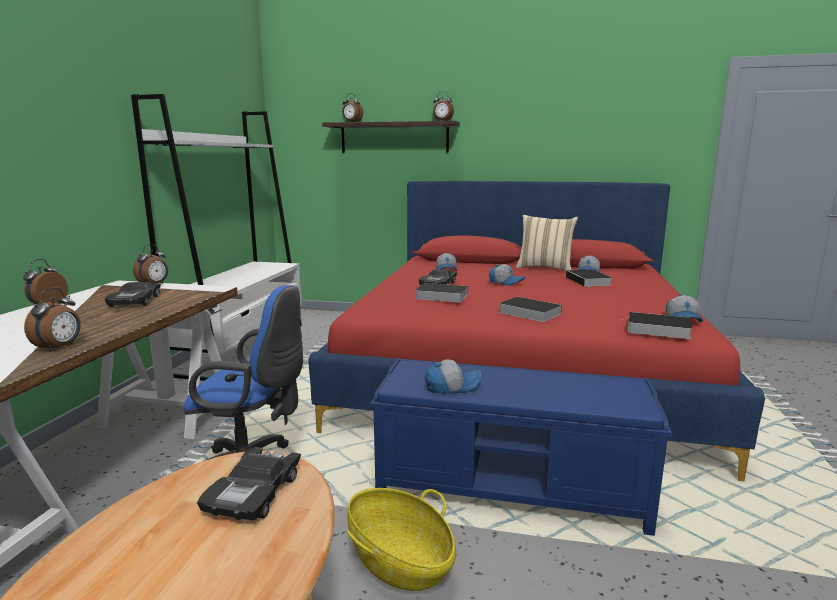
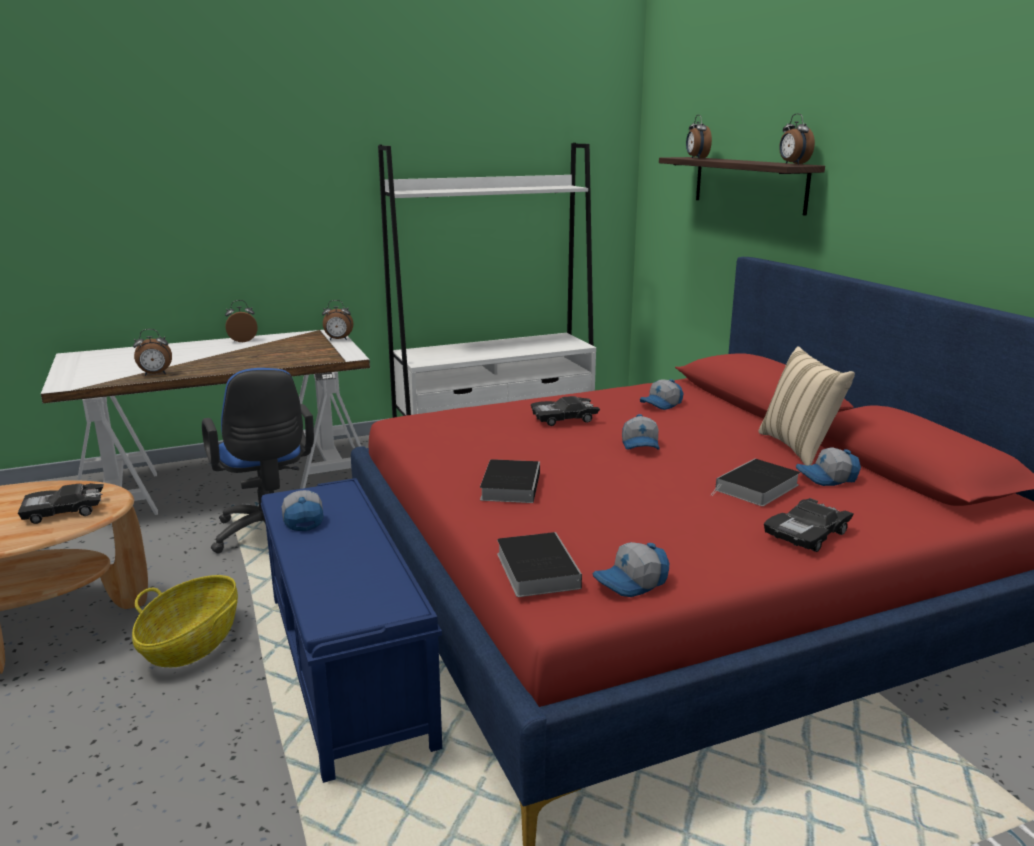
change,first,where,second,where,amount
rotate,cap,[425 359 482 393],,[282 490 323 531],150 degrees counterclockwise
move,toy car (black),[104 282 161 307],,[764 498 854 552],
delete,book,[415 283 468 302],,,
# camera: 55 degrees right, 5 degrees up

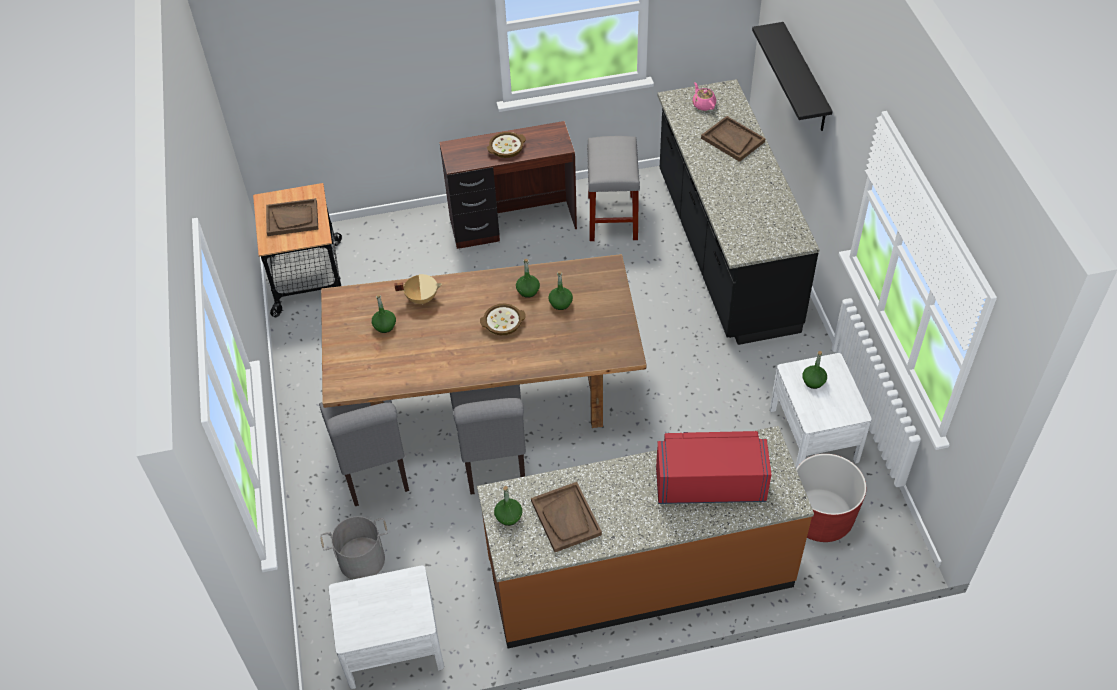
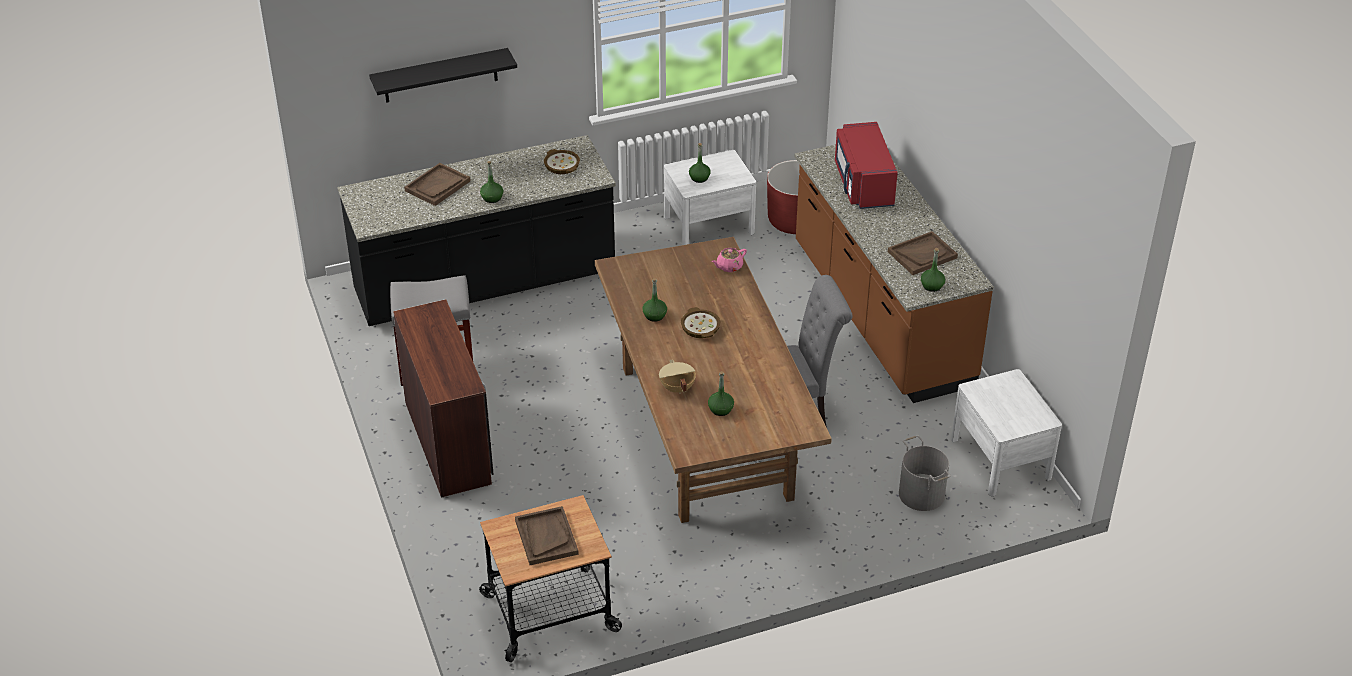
change,first,where,second,where,amount
move,bottle (green),[548 271 573 310],,[480 161 503 203],
move,bowl,[487 132 526 158],,[544 149 580 174],
move,teapot (pink),[692 82 716 111],,[711 248 747 272],
delete,chair (grey),[319 400 409 506],,,
# camera: 100 degrees left, 10 degrees down

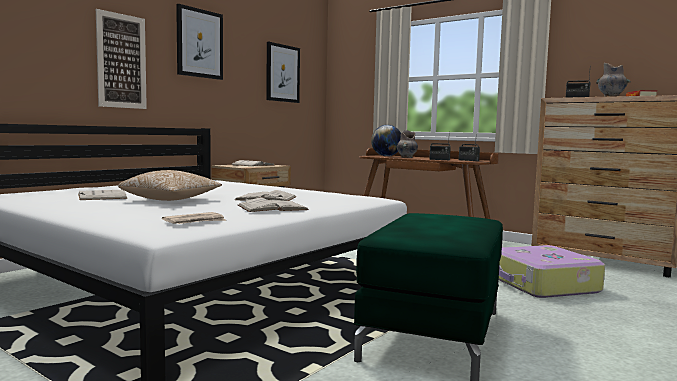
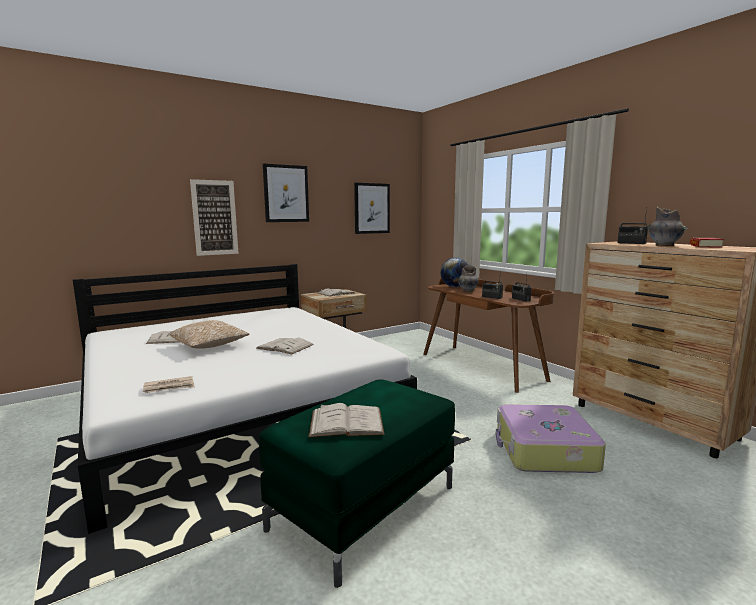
change,first,where,second,where,amount
move,book (white),[238 198 309 212],,[309 403 384 437],
# camera: 20 degrees right, 5 degrees up

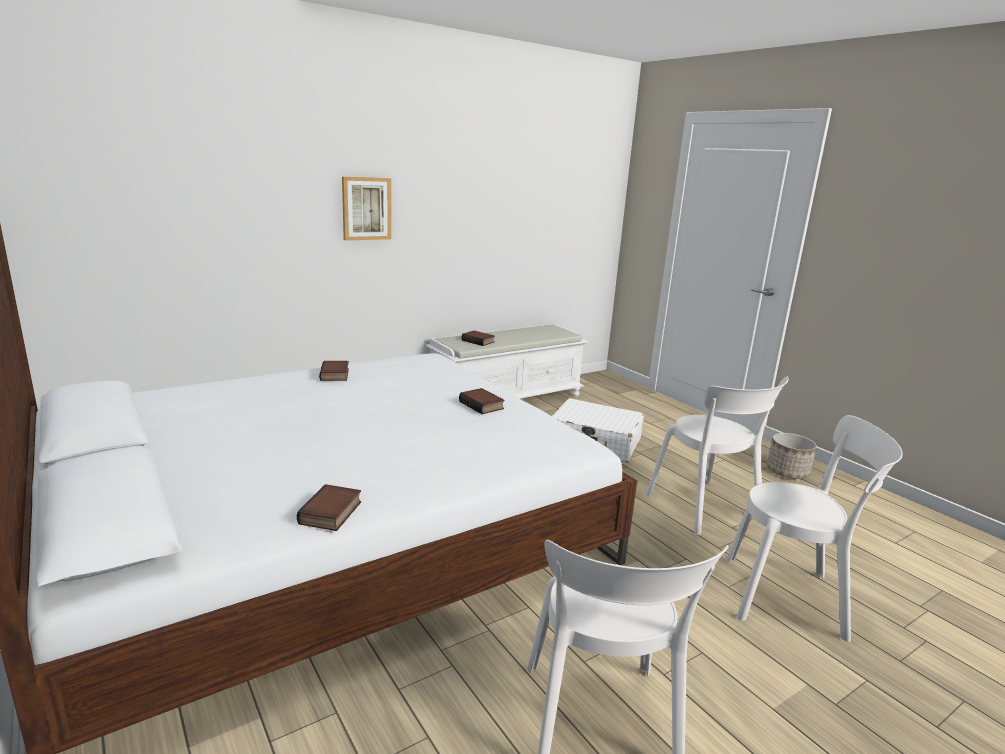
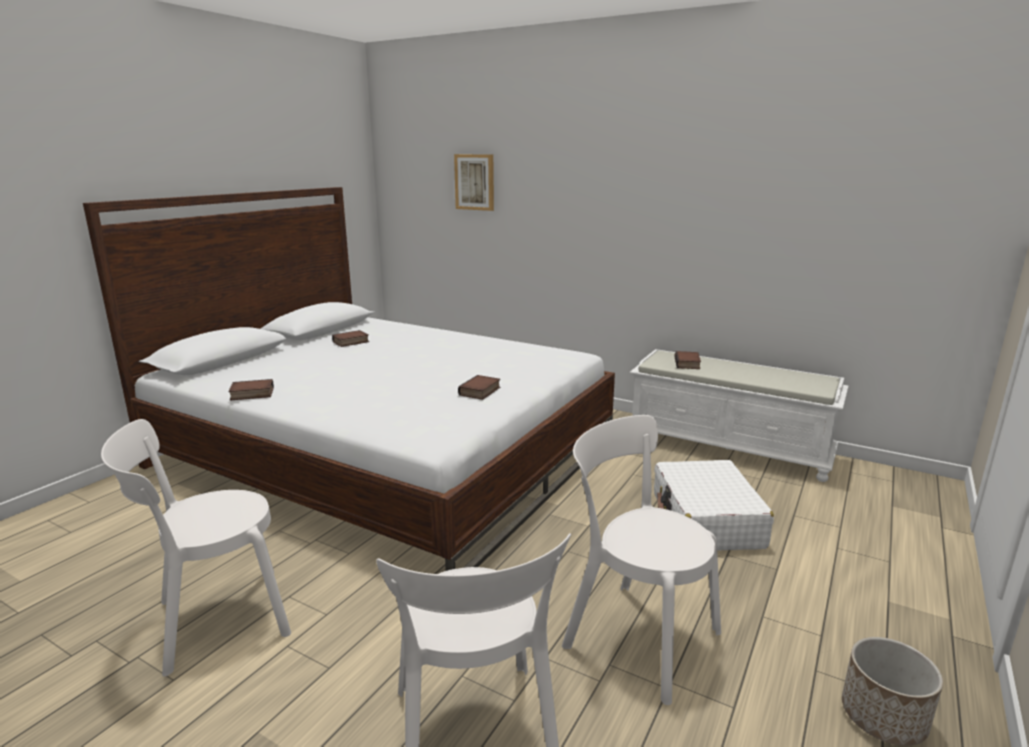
change,first,where,second,where,amount
move,book,[319 361 349 381],,[332 330 369 347],
move,picture,[342 177 391 240],,[454 154 494 211],
rotate,chair (white),[646 376 789 535],,[562 415 721 705],90 degrees clockwise
# camera: 65 degrees right, 0 degrees up

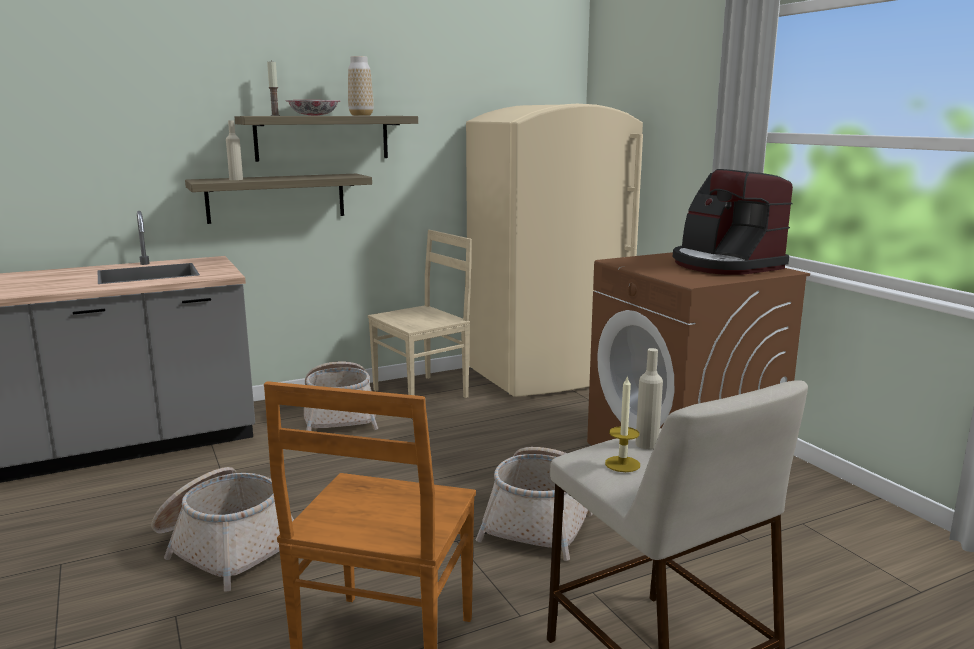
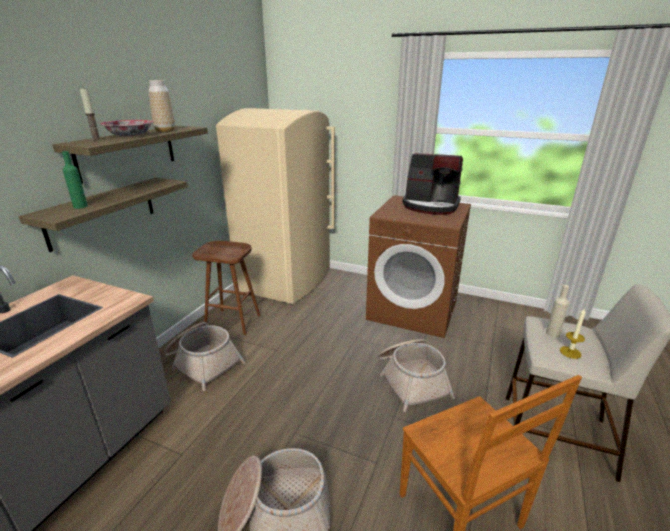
change,first,where,second,where,amount
recolor,bottle (beige),[226 120 243 180],bottle (green),[62 151 88 209],
replace,chair (beige),[368 230 472 398],stool (brown),[192 241 260 335],
# camera: 40 degrees left, 10 degrees up

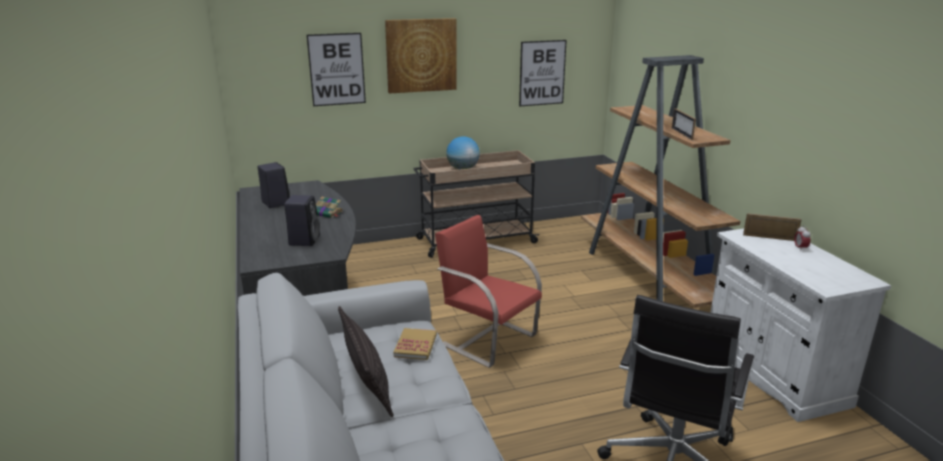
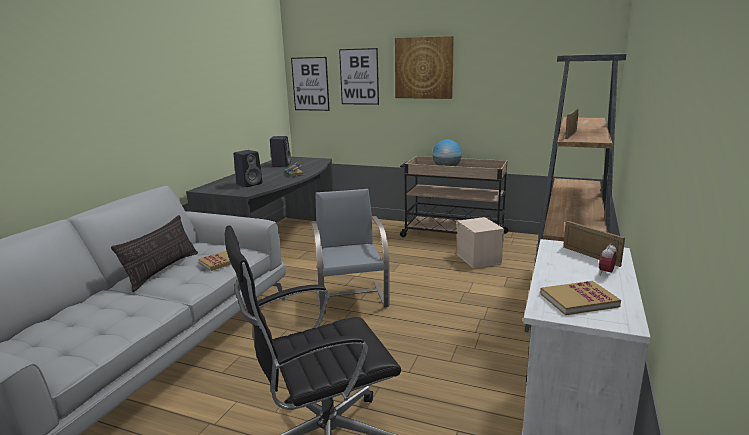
change,first,where,second,where,amount
move,picture,[519 40 567 106],,[291 57 330 111],
recolor,chair (red),[435 215 542 368],chair (grey),[311 189 390 314],
insert,,,storage box (beige),[456 217 504 269],
insert,,,book,[540 281 621 315],
# camera: 40 degrees right, 5 degrees down

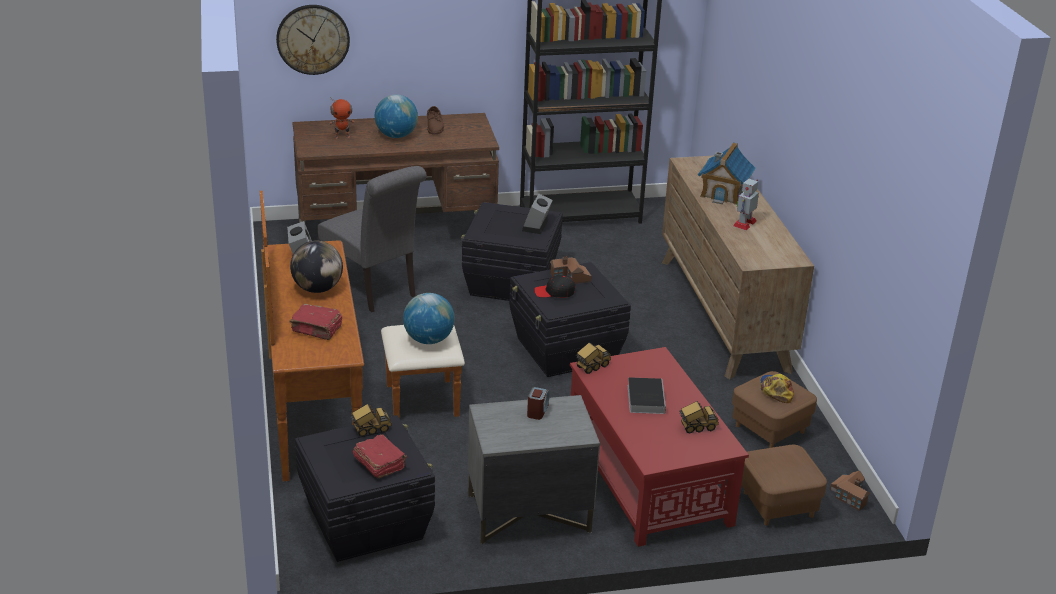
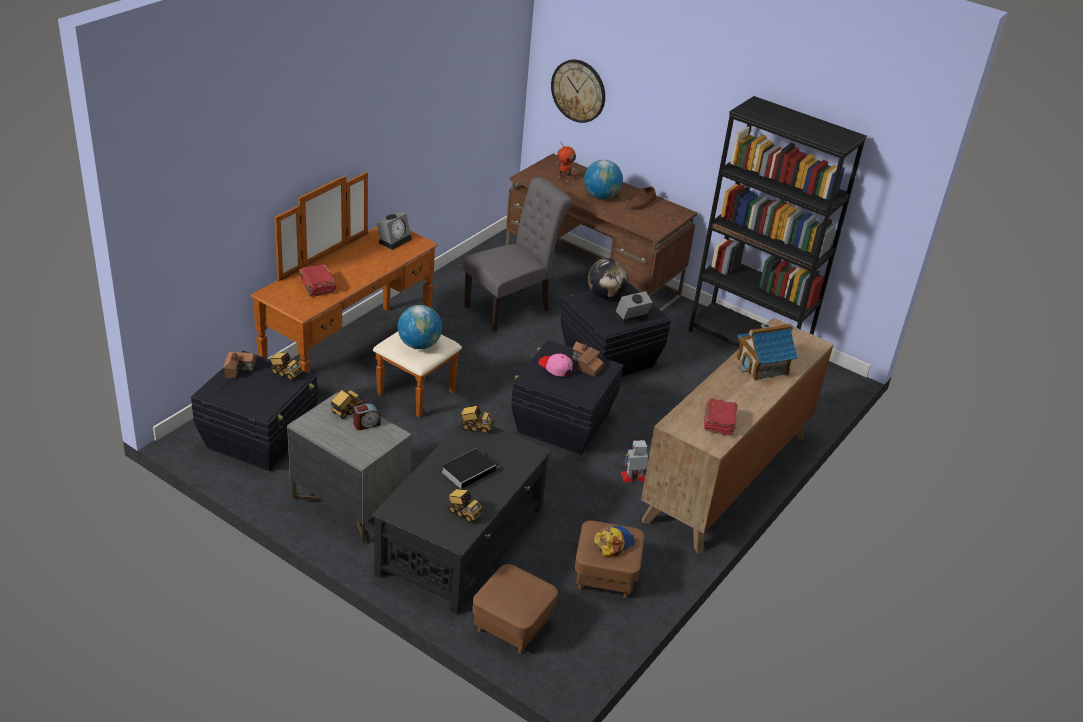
change,first,where,second,where,amount
move,toy house,[830 471 870 511],,[223 352 256 379],
insert,,,toy truck,[330 390 363 419],
recolor,coffee table (red),[570 347 749 547],coffee table (black),[371 421 551 614],
rotate,chair (grey),[318 166 427 312],,[463 177 572 332],135 degrees counterclockwise
recolor,cap (black),[534 275 575 298],cap (pink),[539 353 573 377],
move,globe,[290 240 343 293],,[588 258 628 299],
move,toy robot,[733 179 759 230],,[621 440 649 482],
move,book (red),[353 434 407 478],,[704 398 738 435],
# camera: 45 degrees right, 5 degrees up

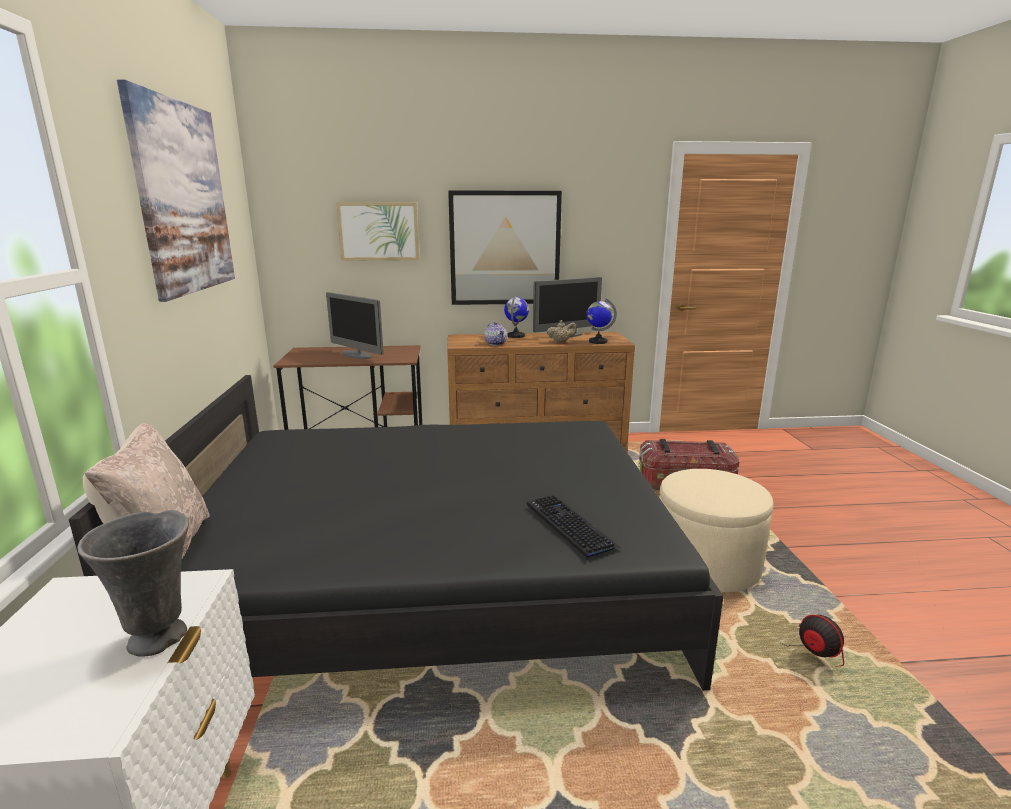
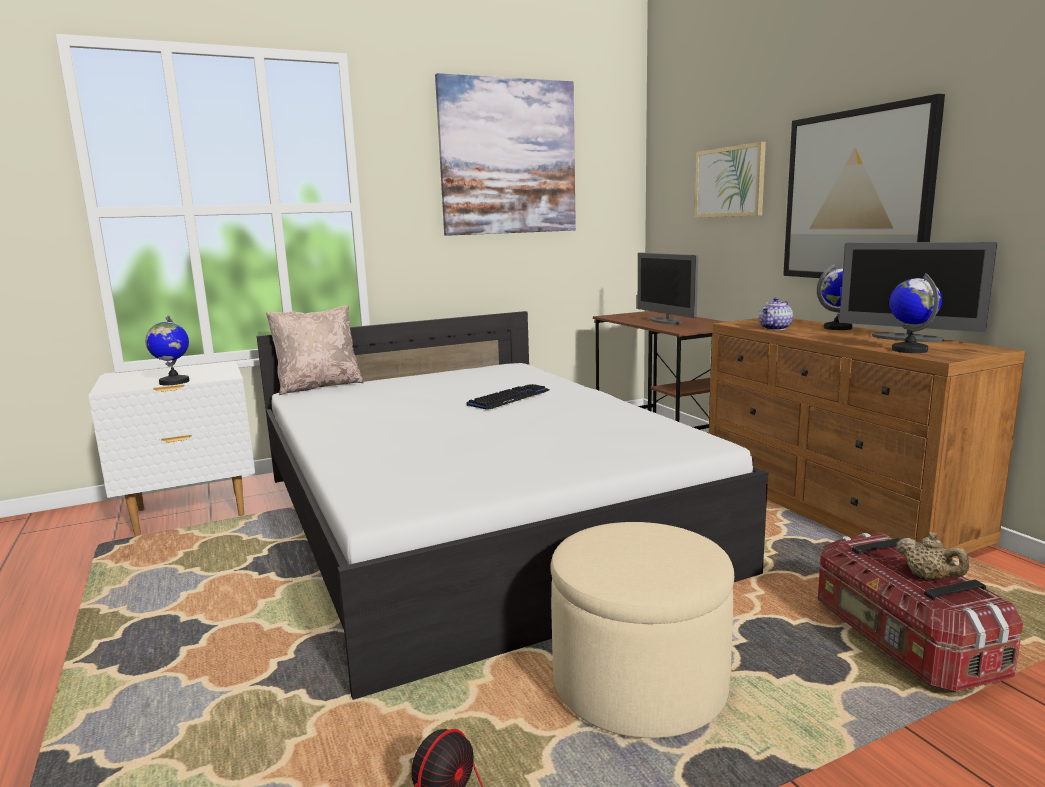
change,first,where,second,where,amount
replace,vase (grey),[77 510 189 656],globe,[145 316 189 385],
recolor,bed (black),[69 375 724 691],bed (white),[257 311 768 700],
move,keyboard,[527 495 620 559],,[466 384 549 410],
rotate,monitor,[326 292 384 359],,[637 253 698 324],45 degrees counterclockwise
move,teapot (beige),[547 320 577 342],,[896 532 969 580],
# camera: 70 degrees right, 5 degrees down

